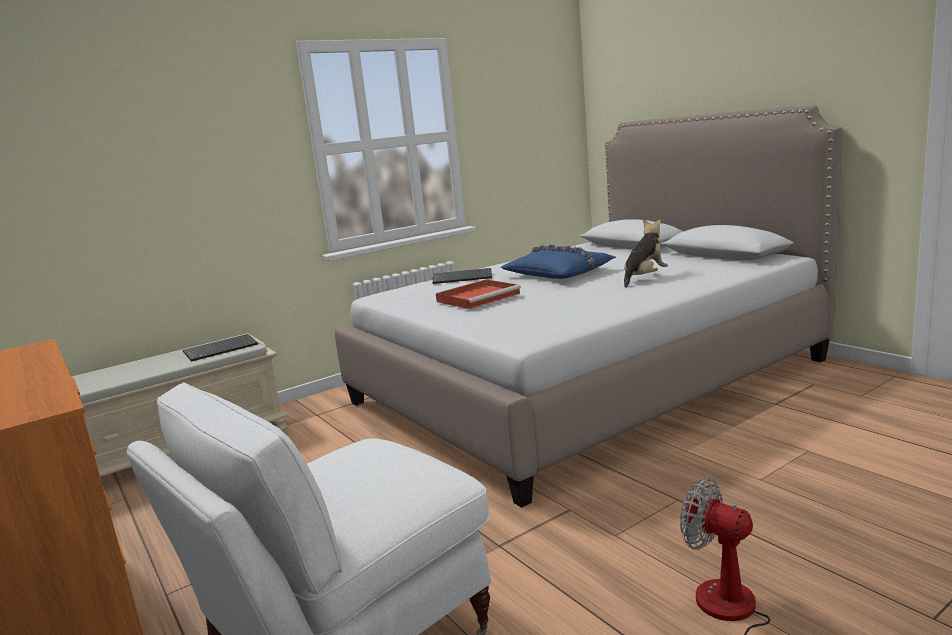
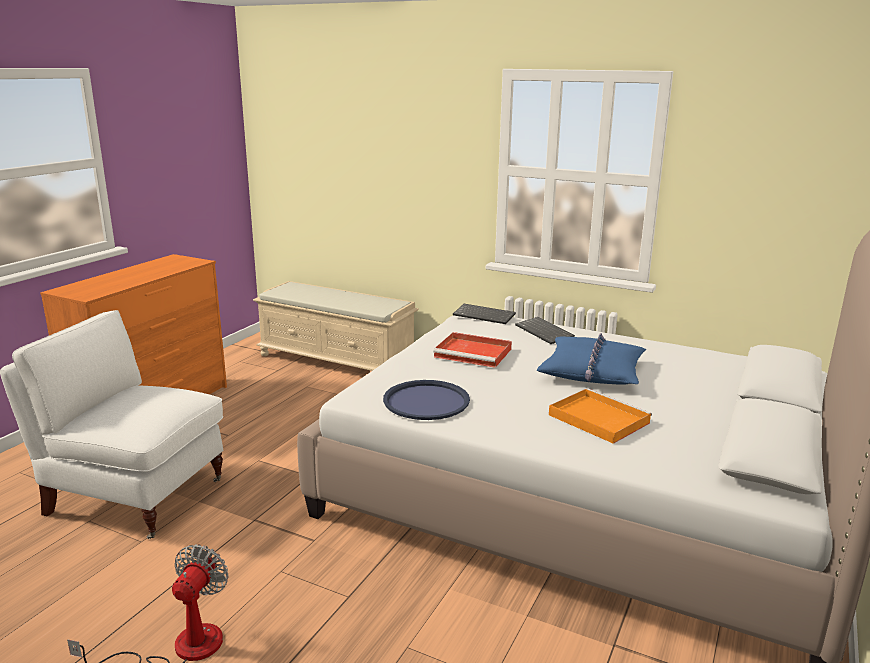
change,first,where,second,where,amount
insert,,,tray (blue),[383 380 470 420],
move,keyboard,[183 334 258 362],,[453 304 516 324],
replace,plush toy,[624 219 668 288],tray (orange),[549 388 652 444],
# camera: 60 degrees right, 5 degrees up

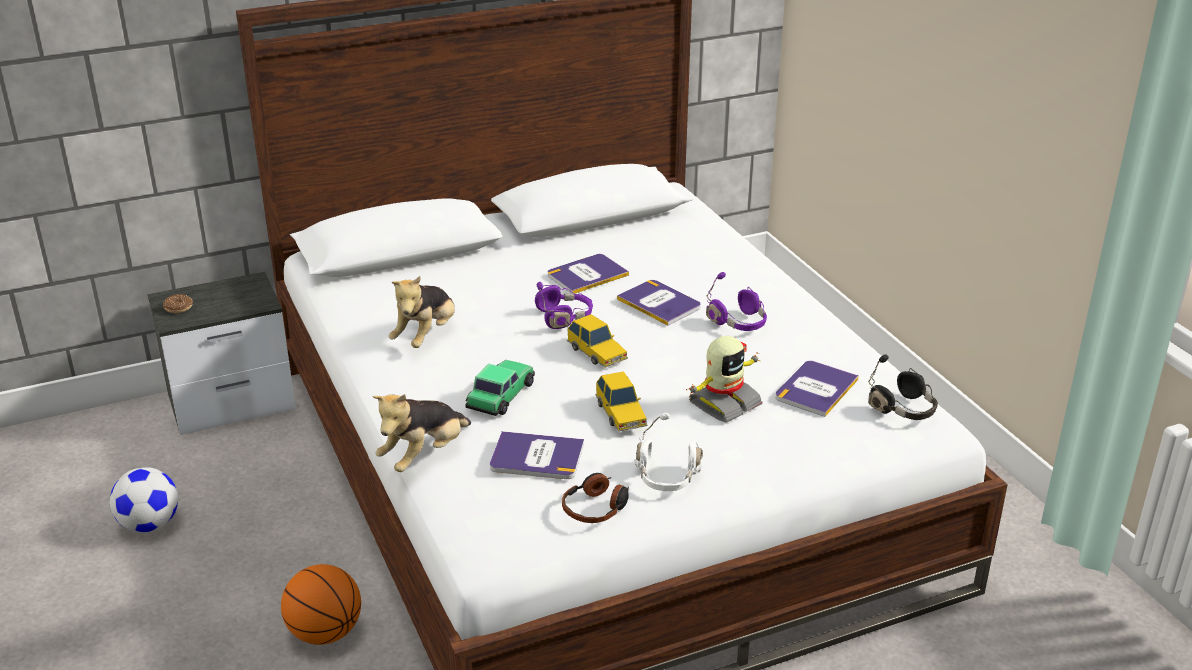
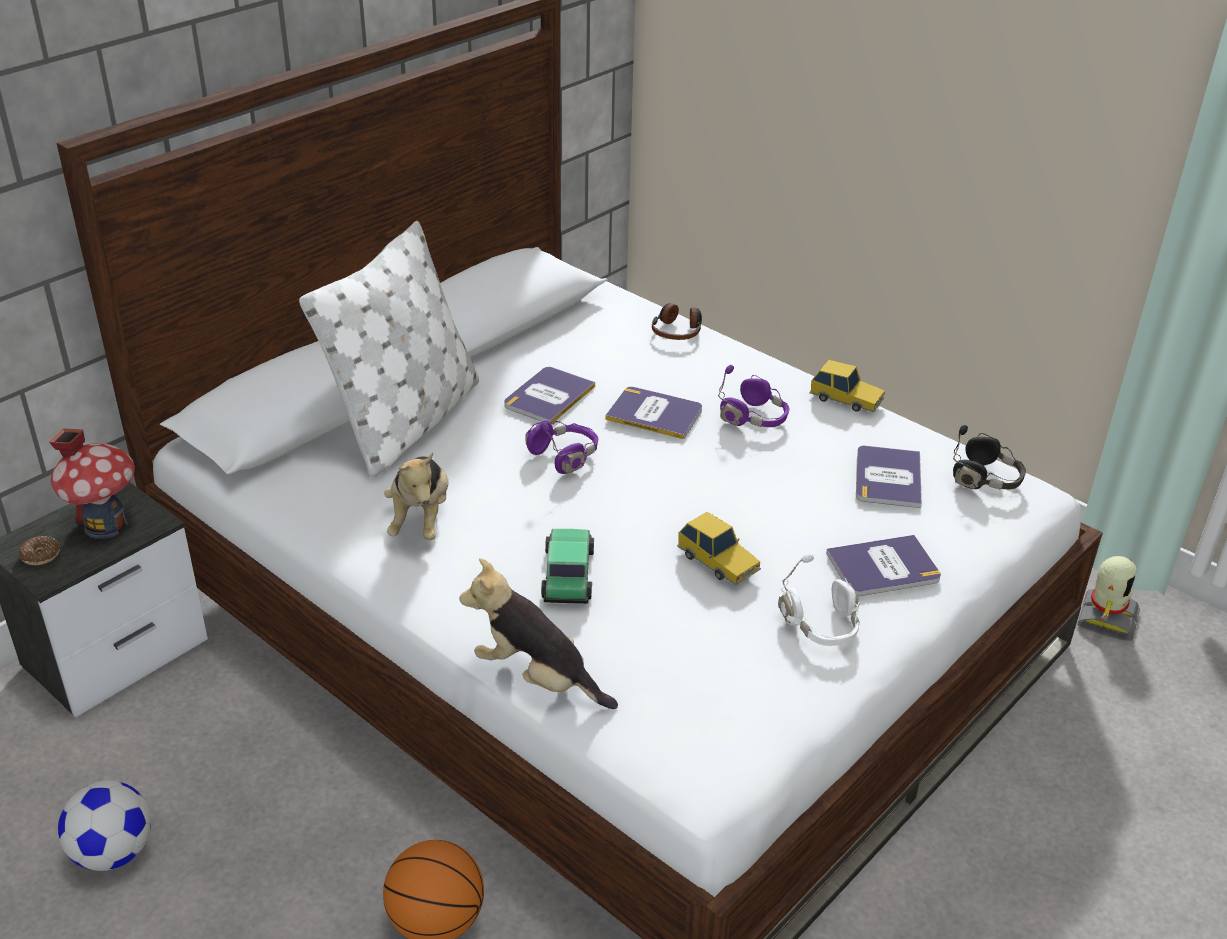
change,first,where,second,where,amount
insert,,,toy house,[49 428 135 539],
insert,,,pillow (white),[299 221 479 477],
rotate,plush toy,[373 394 471 472],,[459 558 618 709],105 degrees clockwise
move,headphones,[562 473 629 523],,[652 303 702 340],
move,toy car,[567 314 628 368],,[809 360 885 412],
move,book,[490 431 584 479],,[826 535 941 596],
move,toy robot,[686 336 763 423],,[1077 556 1140 641],
# camera: 25 degrees left, 5 degrees up

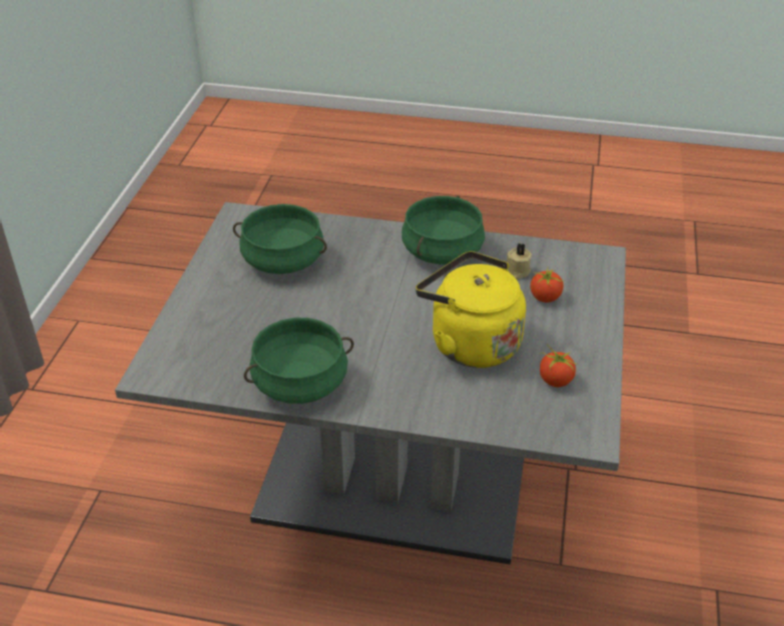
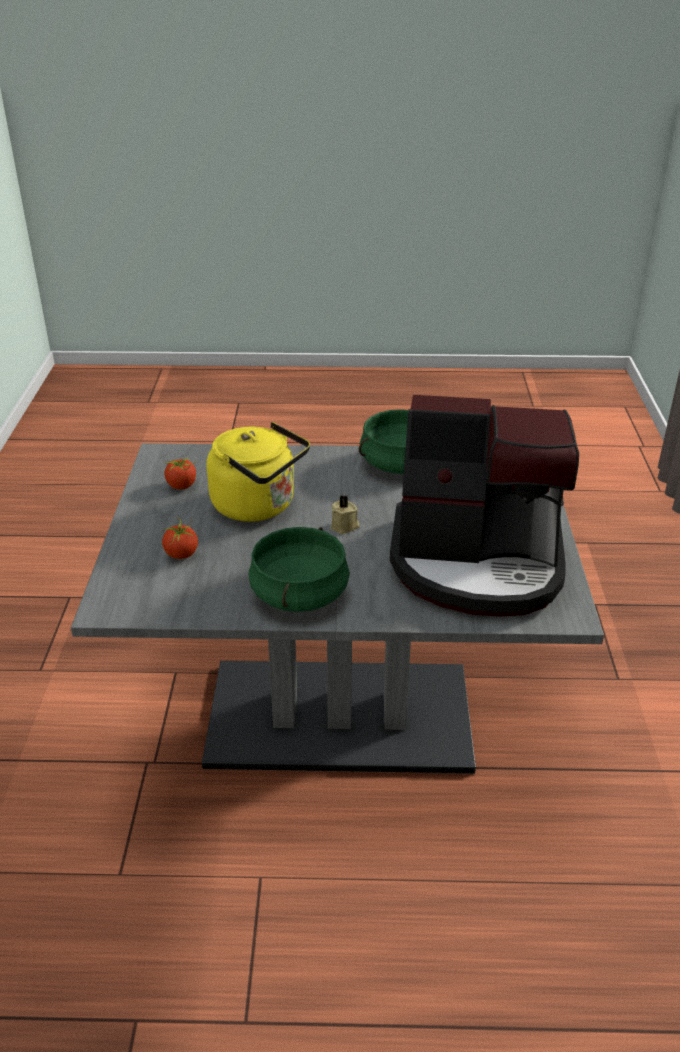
change,first,where,second,where,amount
move,candle (beige),[507 243 532 279],,[331 495 359 534],
replace,cooking pot (green),[233 204 327 274],coffee machine,[390 395 579 617],
# camera: 170 degrees right, 5 degrees down

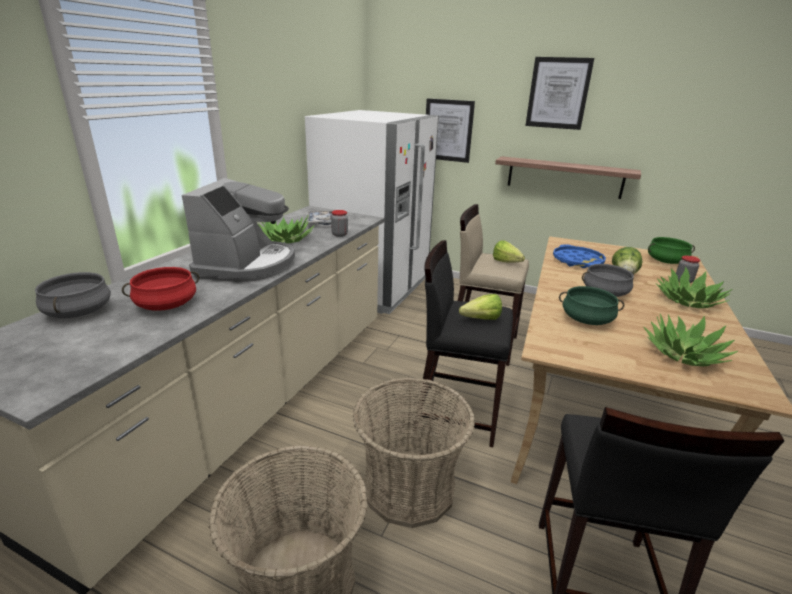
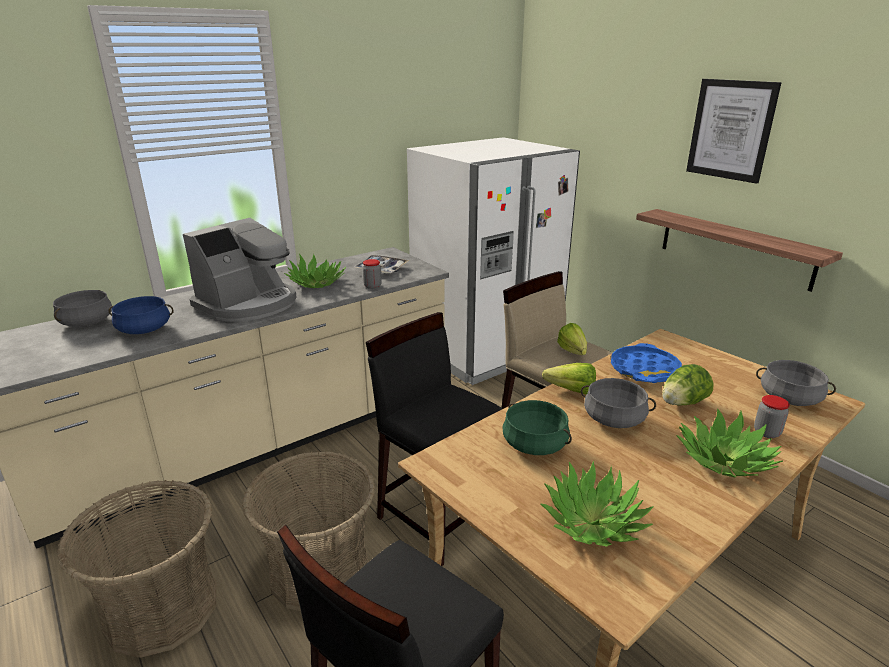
change,first,where,second,where,amount
recolor,cooking pot (red),[122 267 199 311],cooking pot (blue),[109 296 174 334],
move,lettuce,[459 294 502 320],,[542 363 596 395],
recolor,cooking pot (green),[648 237 695 264],cooking pot (grey),[756 360 836 406],
delete,picture,[426 98 475 163],,,
# camera: 30 degrees right, 0 degrees up

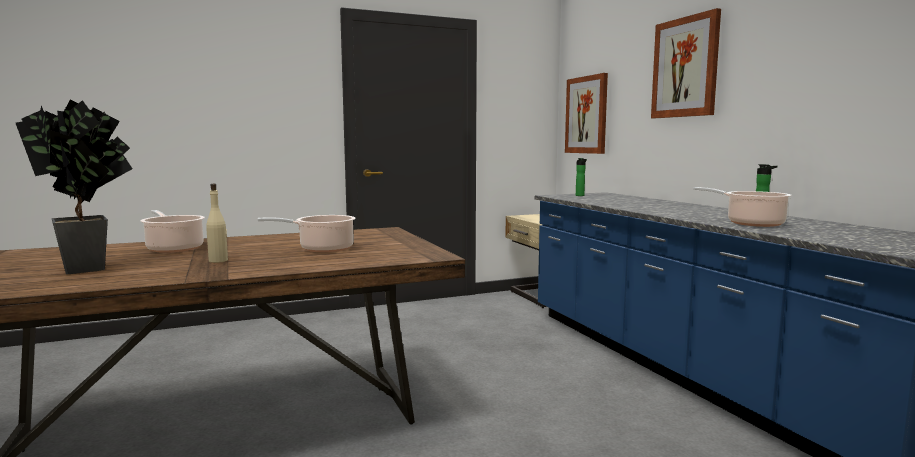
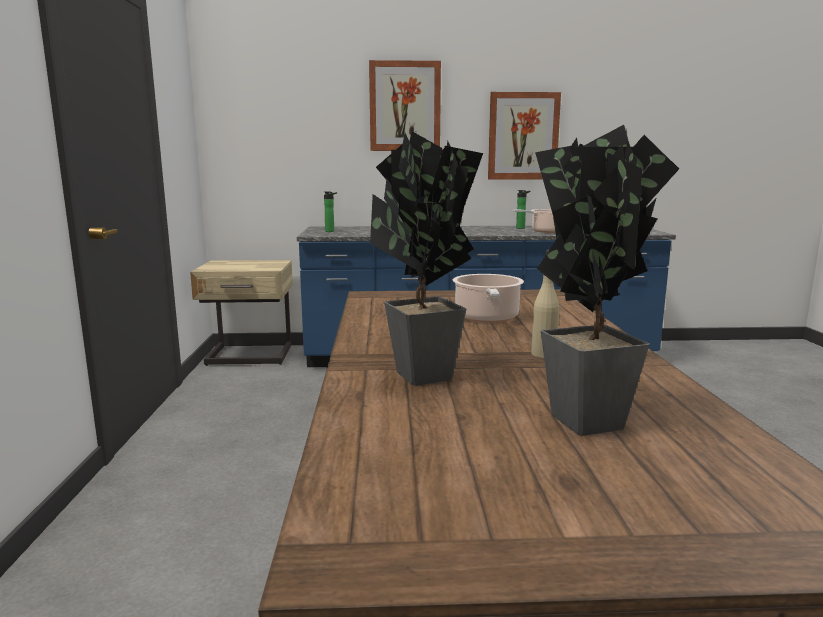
change,first,where,second,where,amount
replace,cooking pot,[140 210 205 253],potted plant,[370 131 483 386],
move,picture,[565 73 608 154],,[488 92 561 180],
# camera: 70 degrees left, 5 degrees up

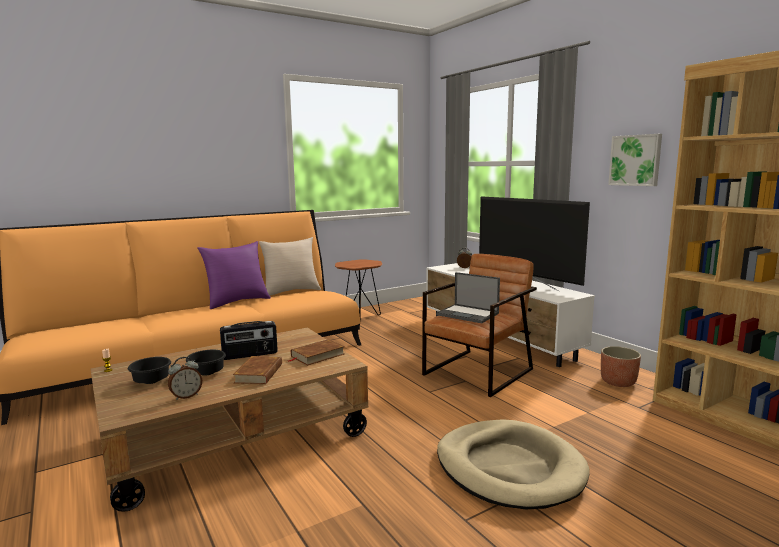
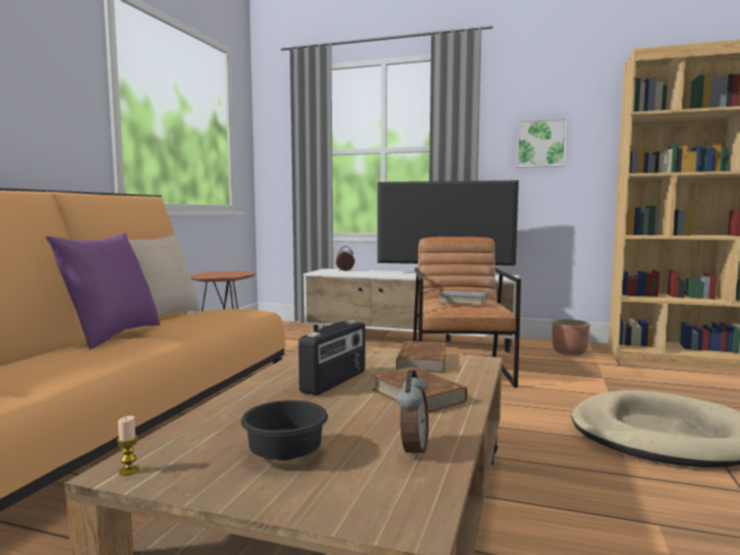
change,first,where,second,where,amount
replace,laptop,[436 272 500 323],book (grey),[435 290 487 305],
delete,bowl (black),[186 350 226 376],,,
# camera: 40 degrees left, 5 degrees down

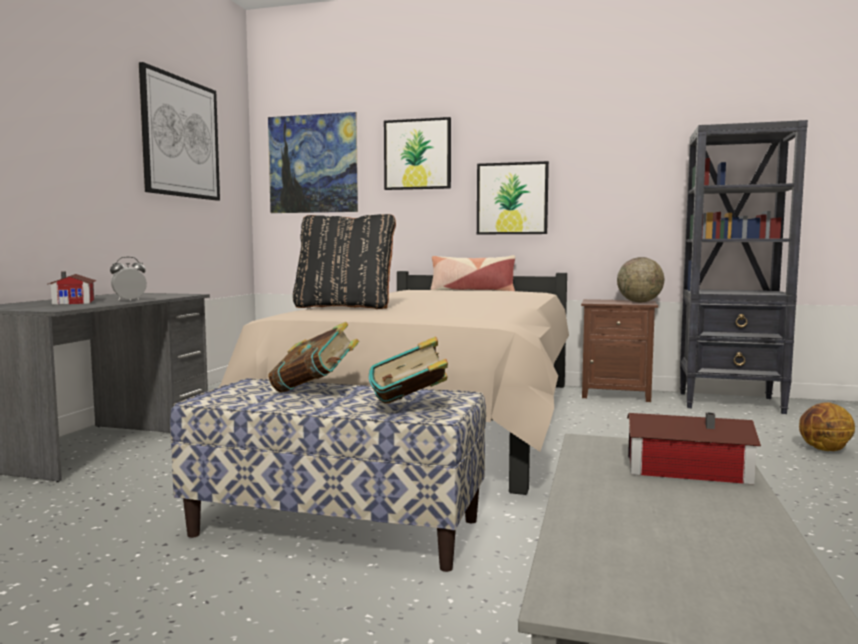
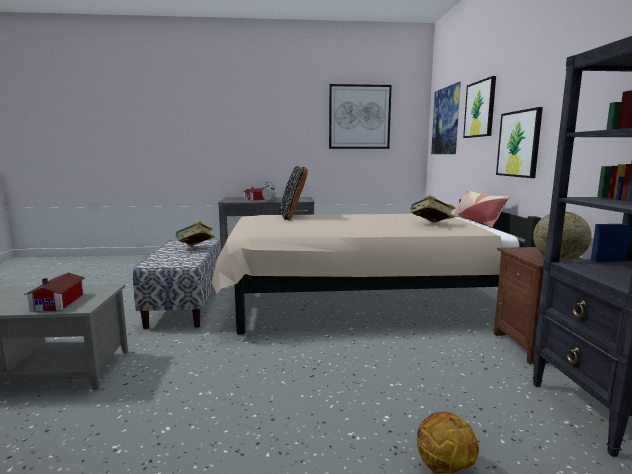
change,first,where,second,where,amount
move,book,[368 336 448 404],,[410 195 456 223],
# camera: 70 degrees right, 5 degrees up

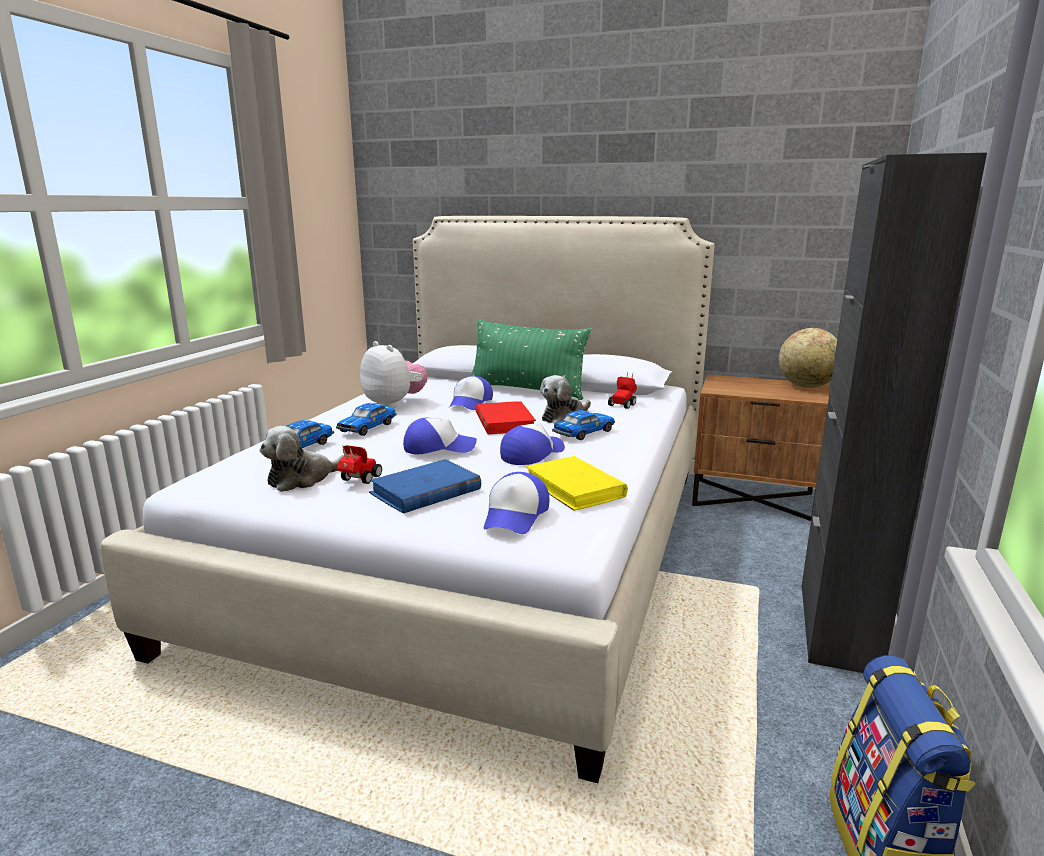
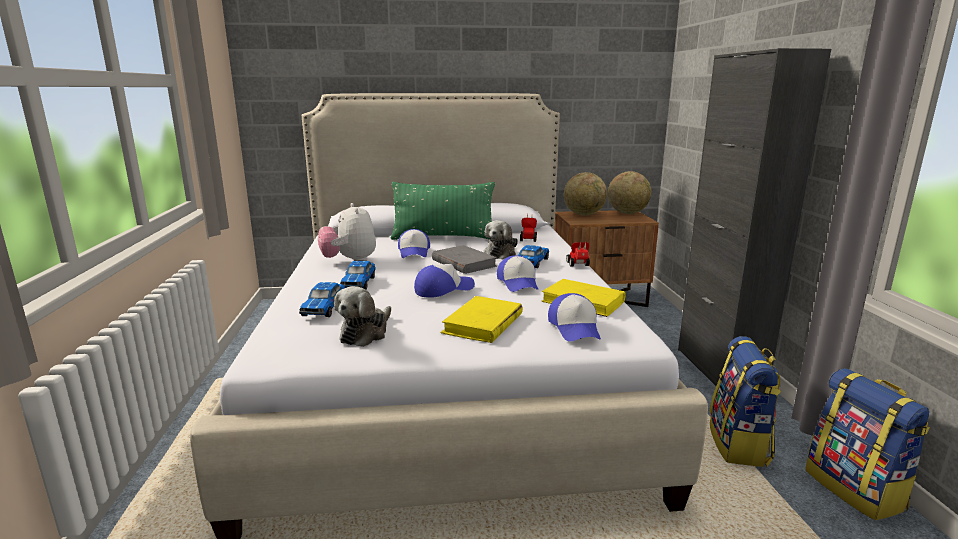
change,first,where,second,where,amount
rotate,plush toy,[360 341 427 408],,[318 203 376 261],135 degrees counterclockwise
recolor,book (red),[475 401 536 434],book (grey),[432 245 497 274],
recolor,book (blue),[369 459 481 514],book (yellow),[441 296 523 343],
rotate,cap,[500 423 565 465],,[497 255 538 292],150 degrees clockwise
insert,,,globe,[564 172 607 216],
move,toy car,[337 445 382 484],,[566 242 590 267],
insert,,,backpack,[710 336 782 467],
# camera: 25 degrees left, 0 degrees up

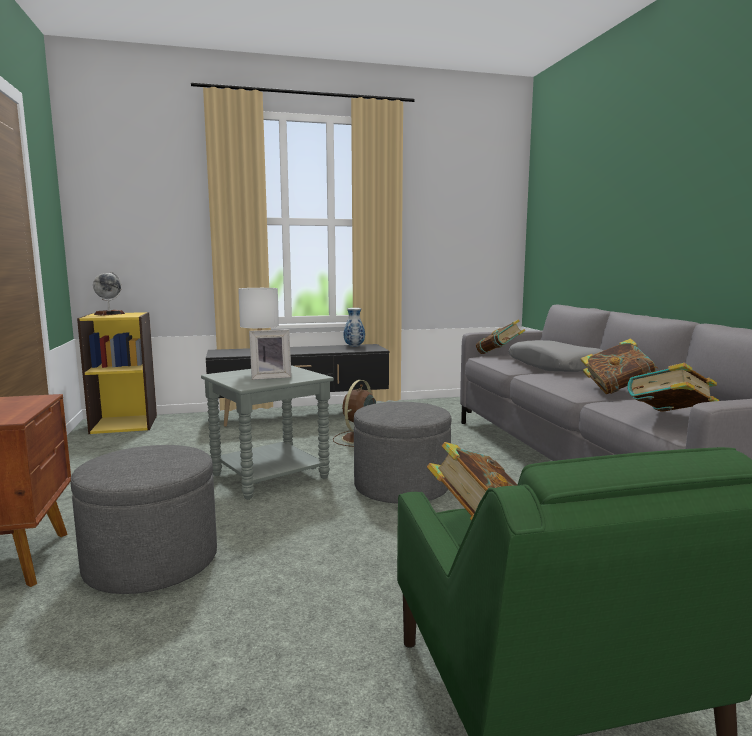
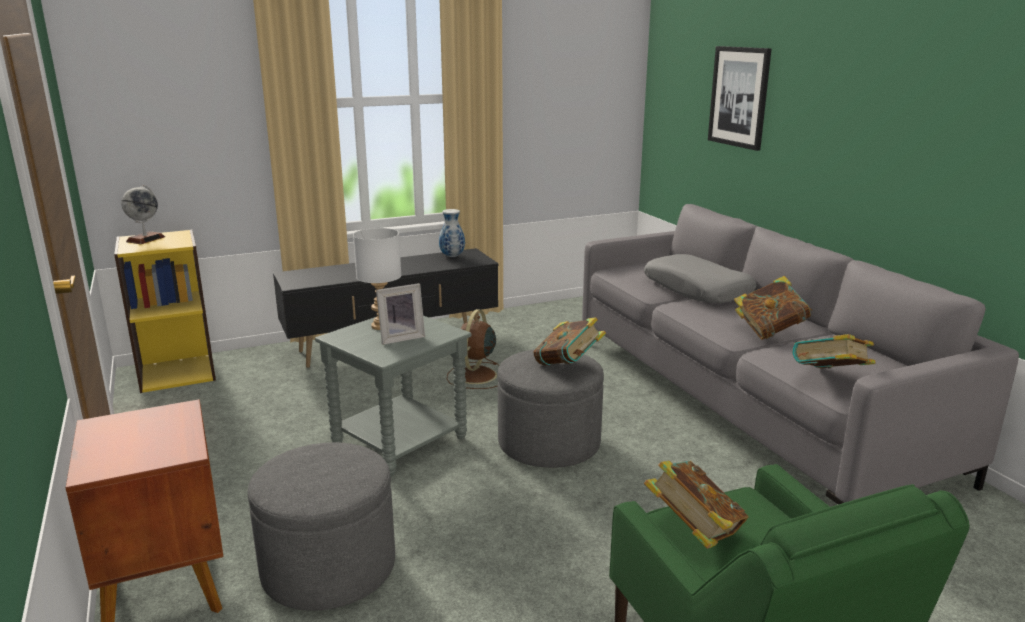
change,first,where,second,where,amount
move,book,[476 319 525 354],,[533 317 606 366],
insert,,,picture,[708 46 771 151],
# camera: 10 degrees left, 10 degrees up

